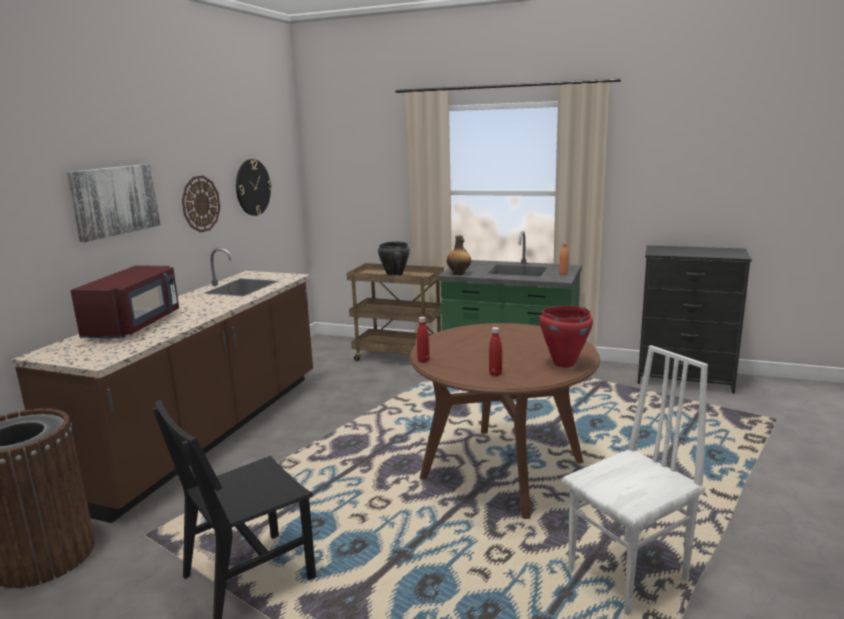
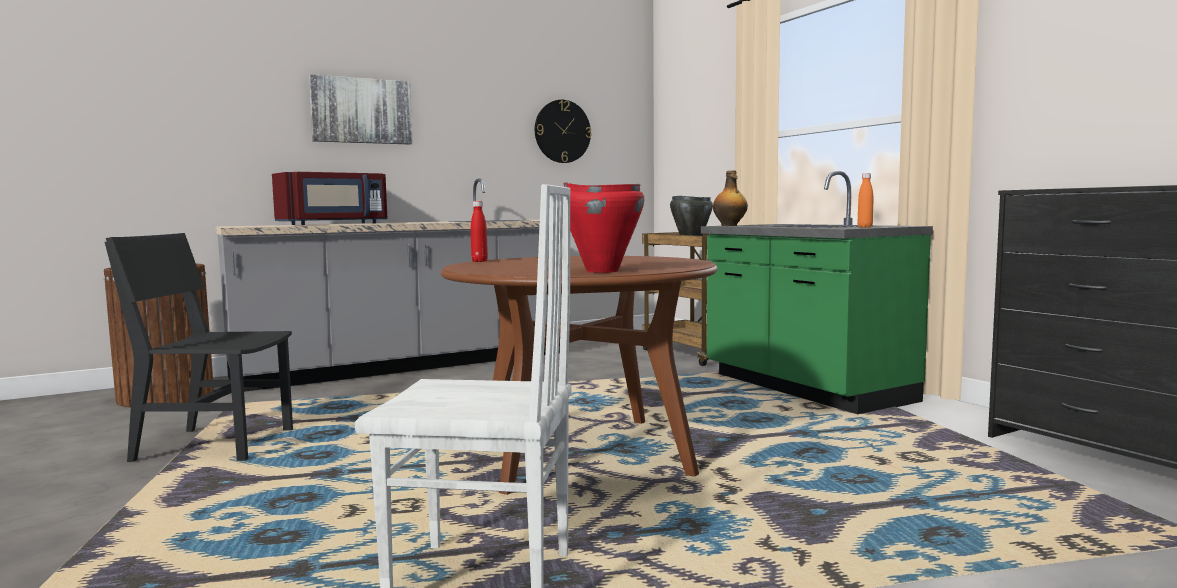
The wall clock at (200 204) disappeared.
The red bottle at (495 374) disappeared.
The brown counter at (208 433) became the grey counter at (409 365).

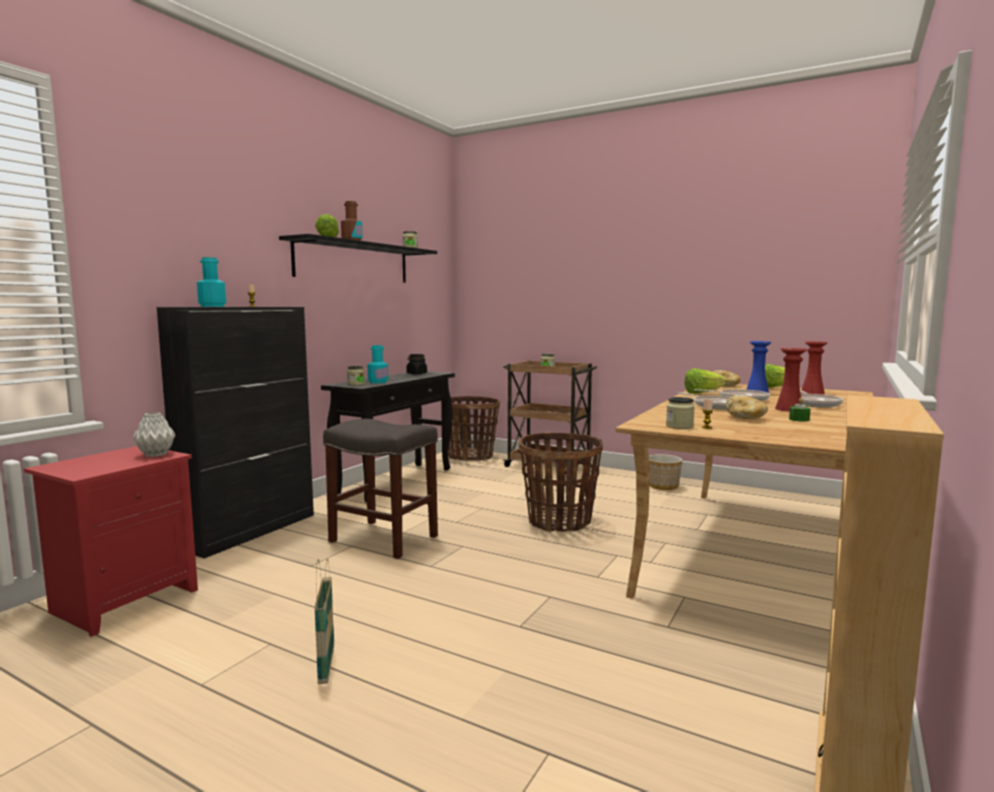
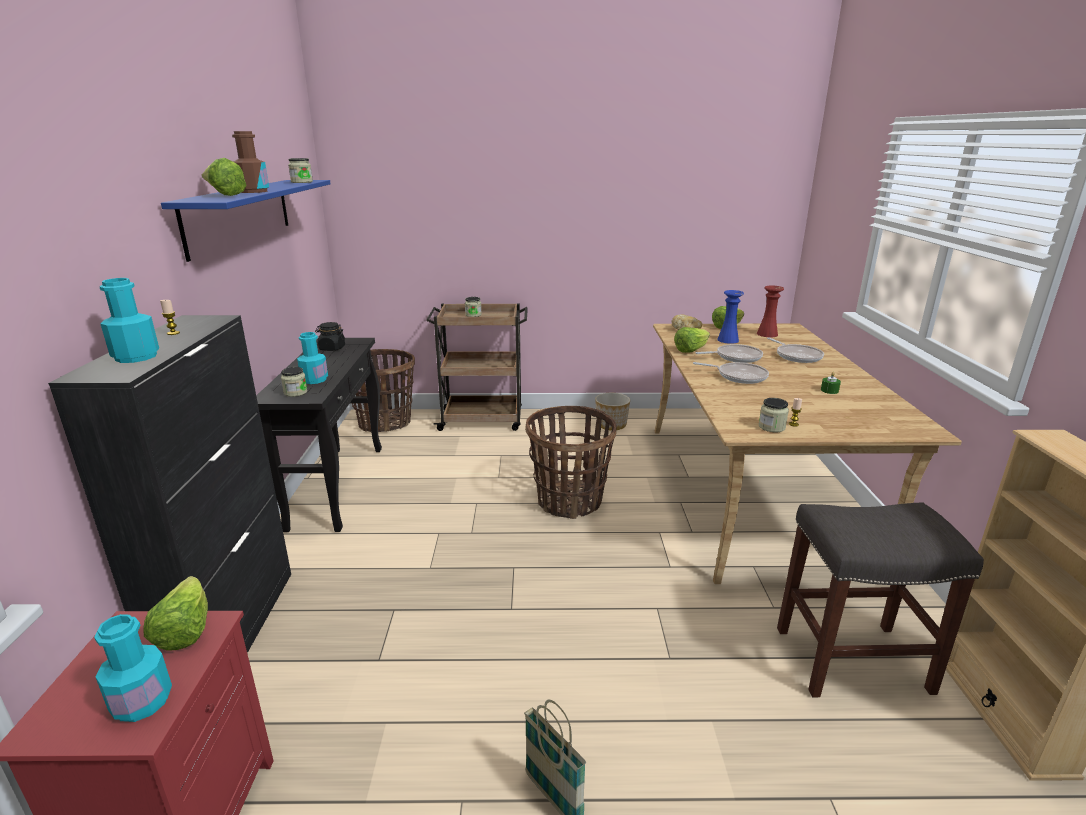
The bread at (745 418) disappeared.
The red vase at (789 409) disappeared.
The turquoise bottle at (142 702) appeared.
The grey stool moved from (382 539) to (850 660).
The grey vase at (155 454) was replaced by the lettuce at (185 631).
The black shelf at (354 262) became the blue shelf at (240 215).

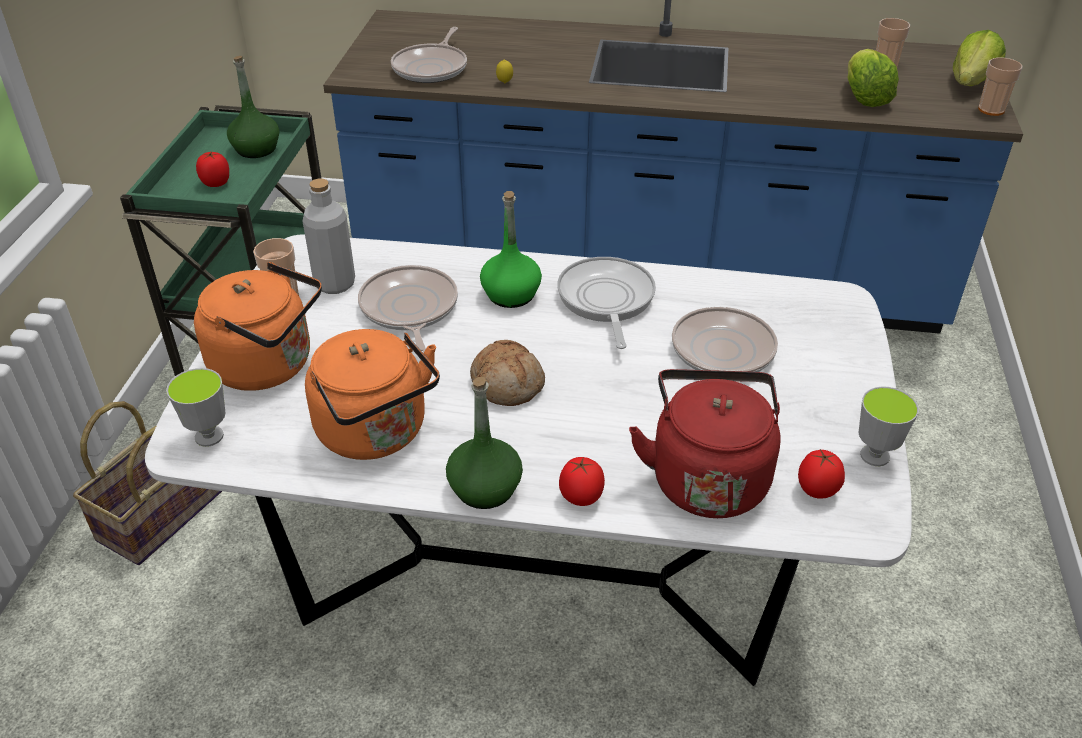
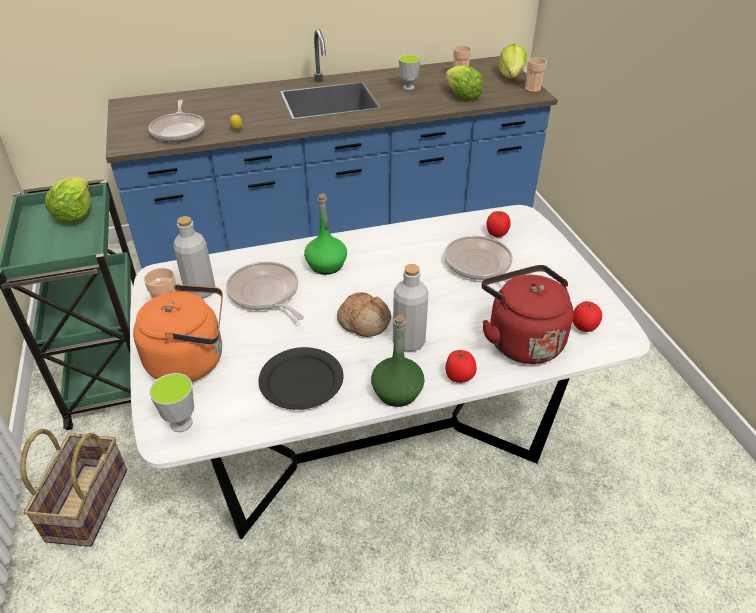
The frying pan at (606 300) disappeared.
The grey bottle at (408 342) appeared.
The tomato moved from (216 183) to (496 234).
The cup moved from (874 456) to (408 87).
The green bottle at (256 149) was replaced by the lettuce at (75 214).
The orange kettle at (377 434) was replaced by the black plate at (301 381).

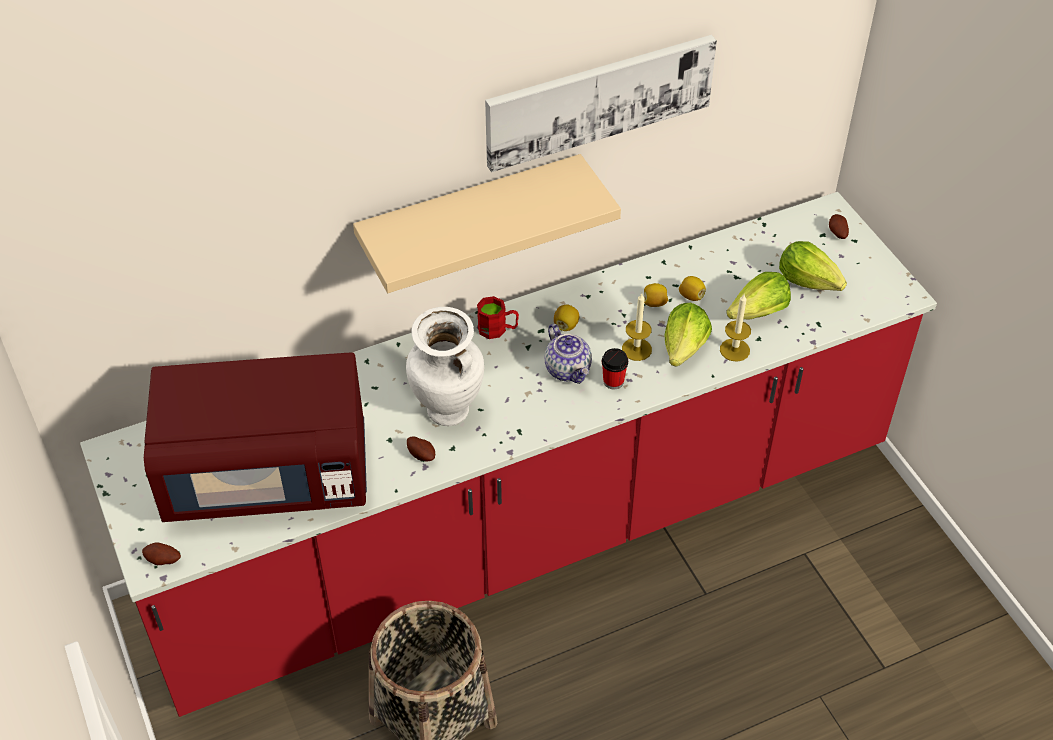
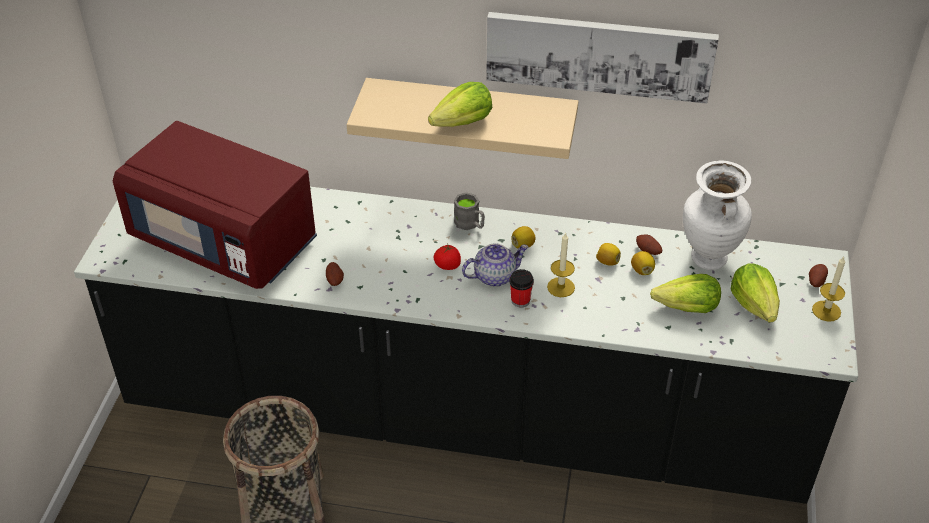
The tomato at (448 265) appeared.
The potato moved from (163 561) to (647 251).
The white vase moved from (447 412) to (707 259).
The lettuce moved from (684 348) to (463 123).
The candle moved from (734 350) to (826 311).
The red counter at (526 530) became the black counter at (464 416).
The red mug at (498 329) became the grey mug at (470 224).
The teapot at (568 369) turned 120 degrees counterclockwise.

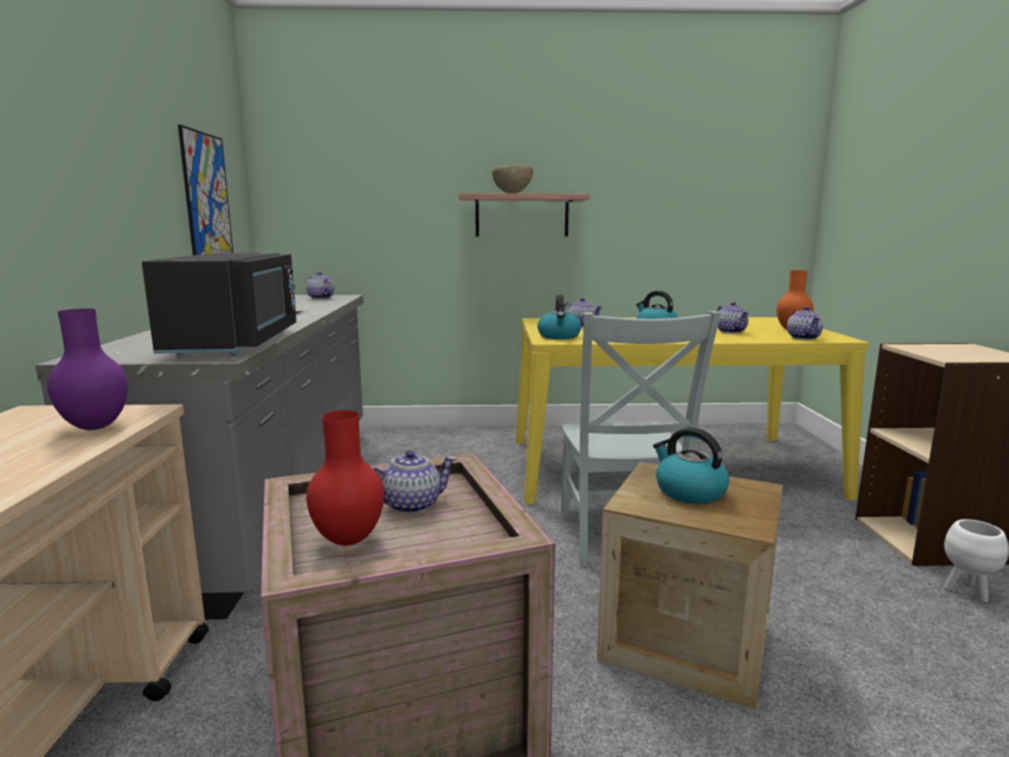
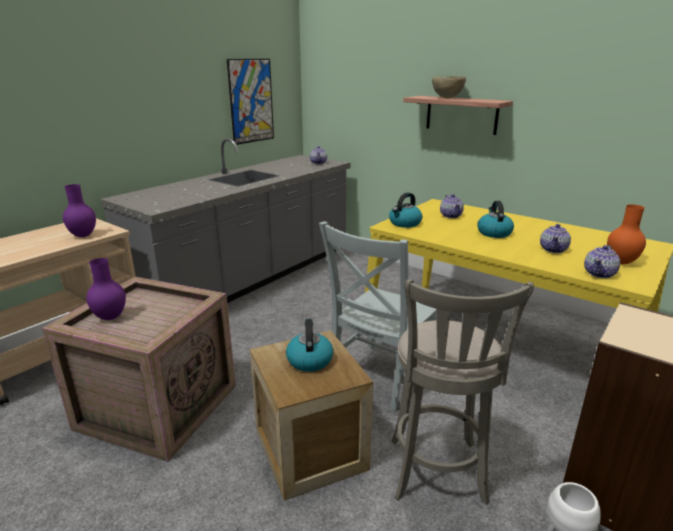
The black microwave at (238 343) disappeared.
The teapot at (411 505) disappeared.
The grey stool at (437 475) appeared.
The red vase at (347 541) became the purple vase at (109 317).

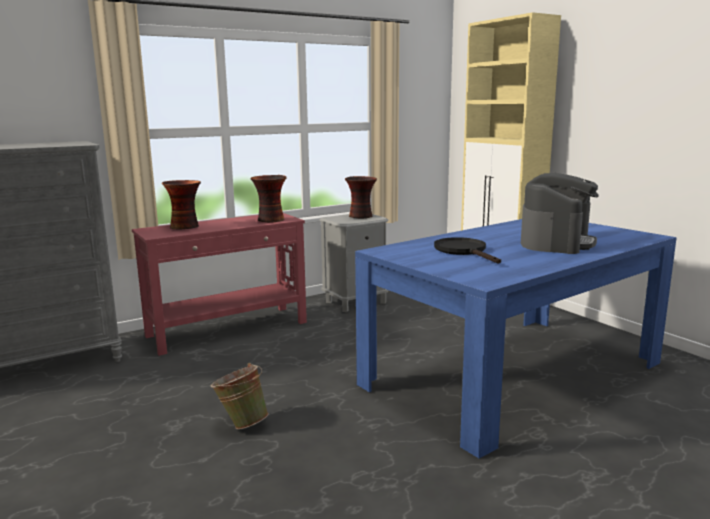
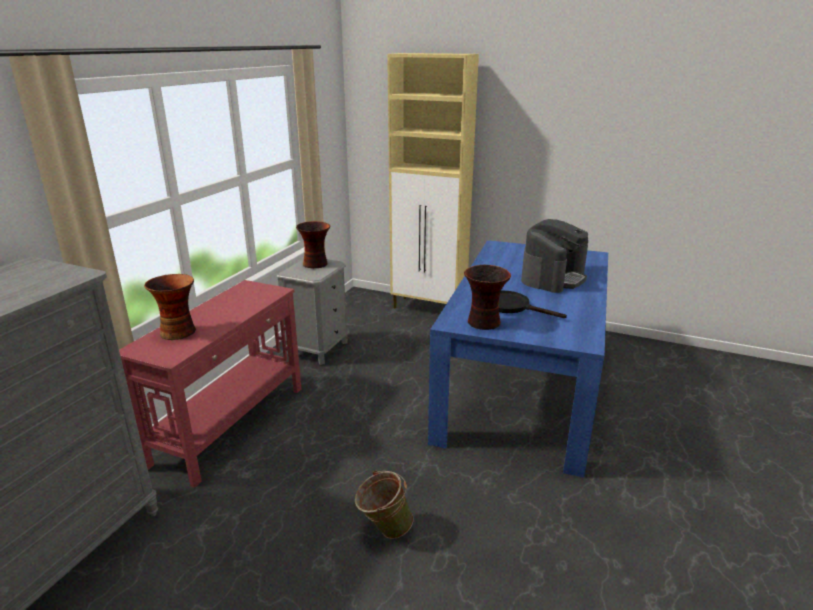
The vase moved from (270 220) to (484 323).
The coffee machine at (556 242) turned 45 degrees clockwise.

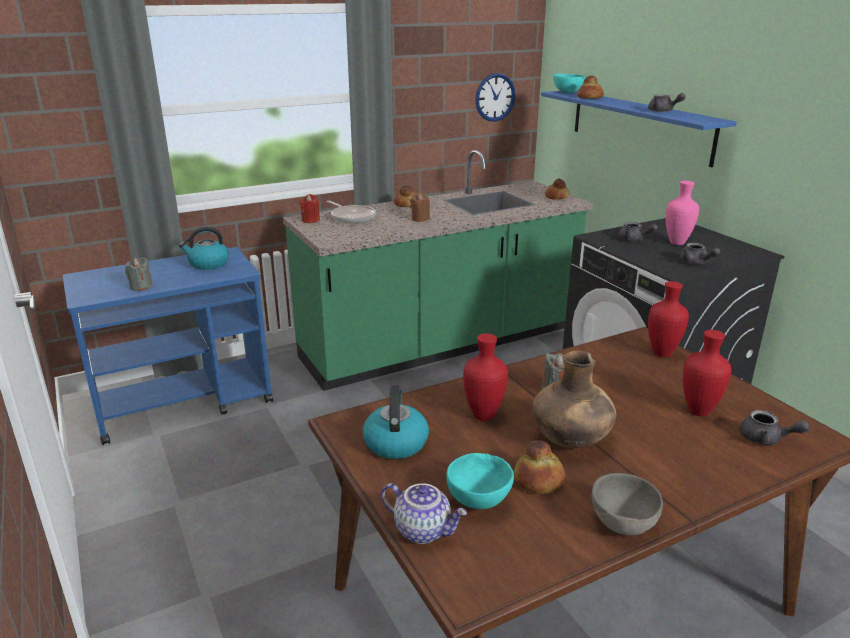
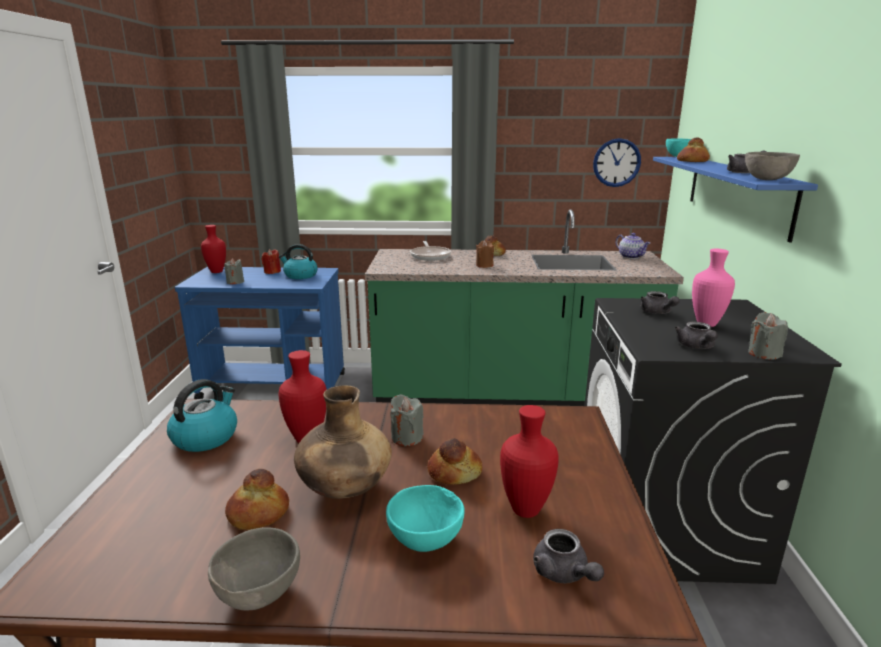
The grey bowl at (766 179) appeared.
The grey candle at (764 353) appeared.
The red candle moved from (310 220) to (272 272).
The teapot moved from (423 530) to (631 257).
The turquoise bowl moved from (480 500) to (426 540).
The bread moved from (556 197) to (454 472).
The red vase moved from (661 354) to (216 272).

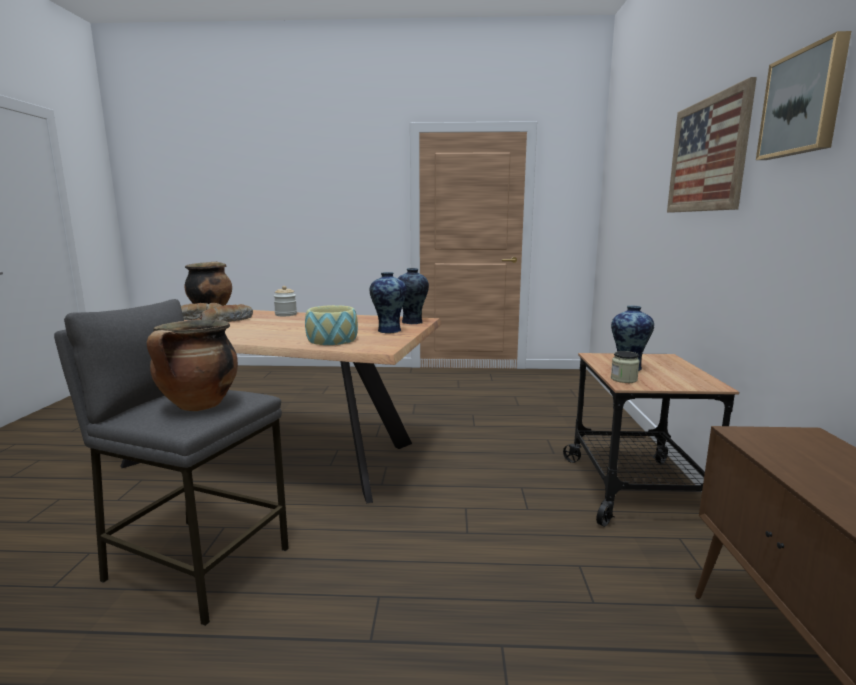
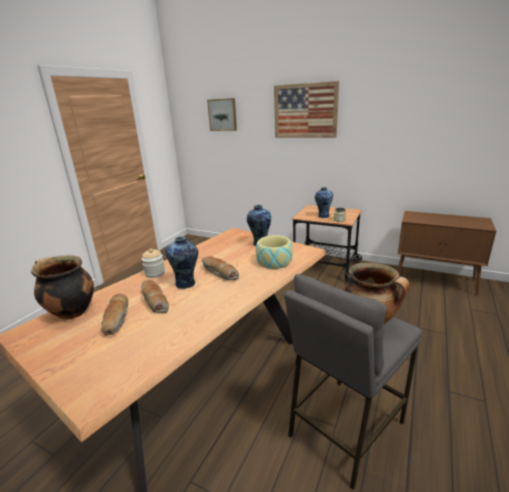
The bread at (219 273) appeared.
The vase moved from (412 322) to (186 284).
The picture moved from (804 103) to (223 114).

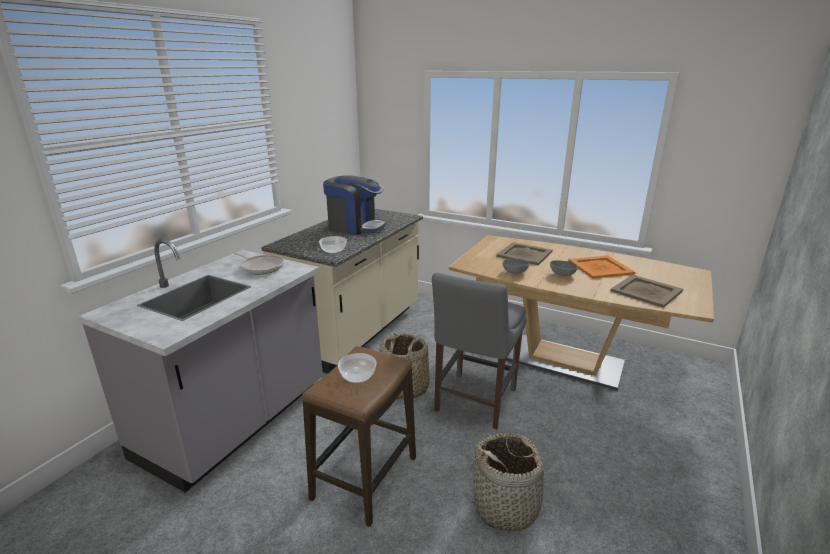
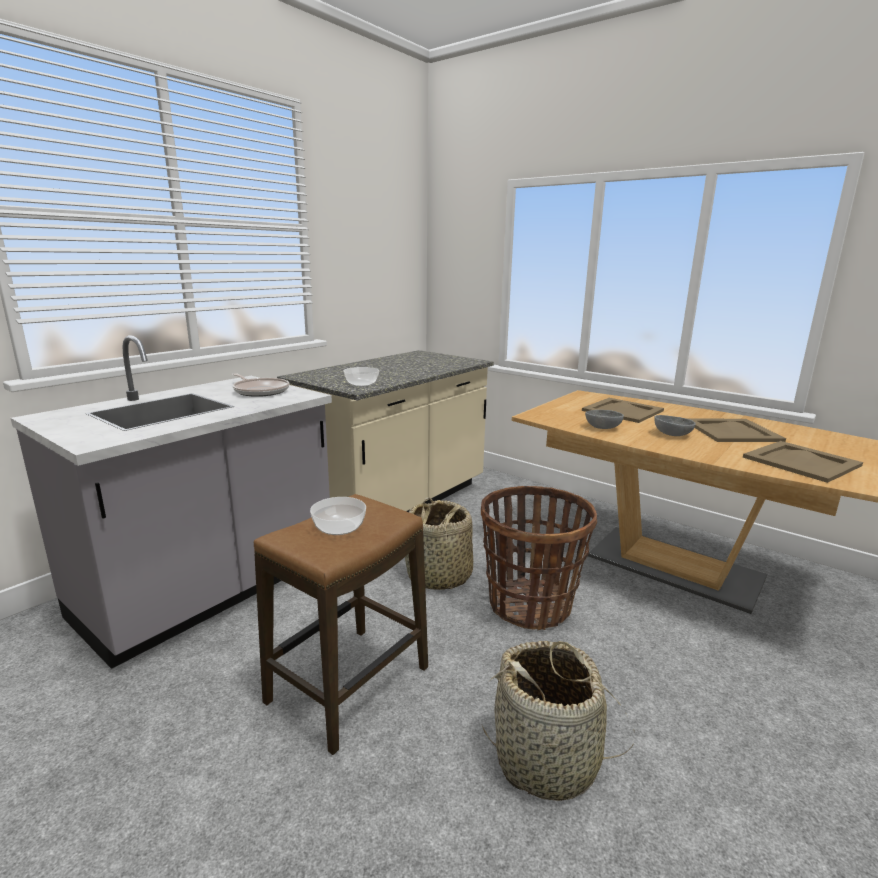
The coffee machine at (355 227) disappeared.
The grey chair at (473 402) was replaced by the basket at (529 604).
The orange tray at (601 267) became the beige tray at (733 431).

